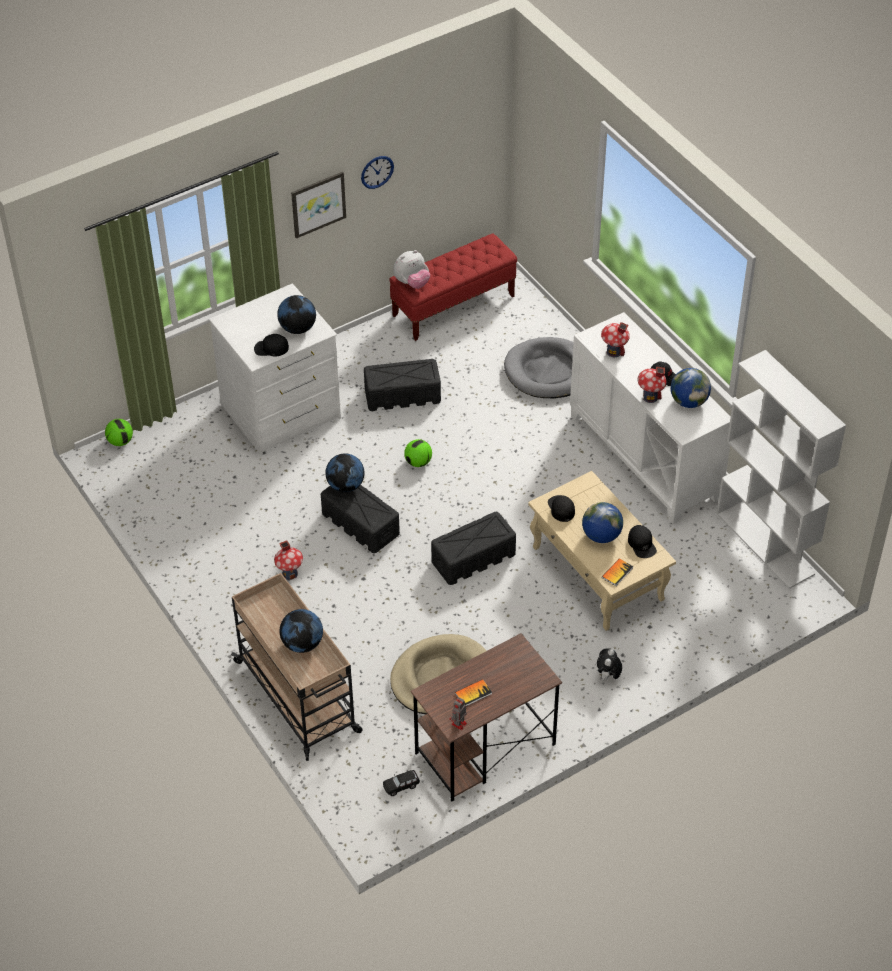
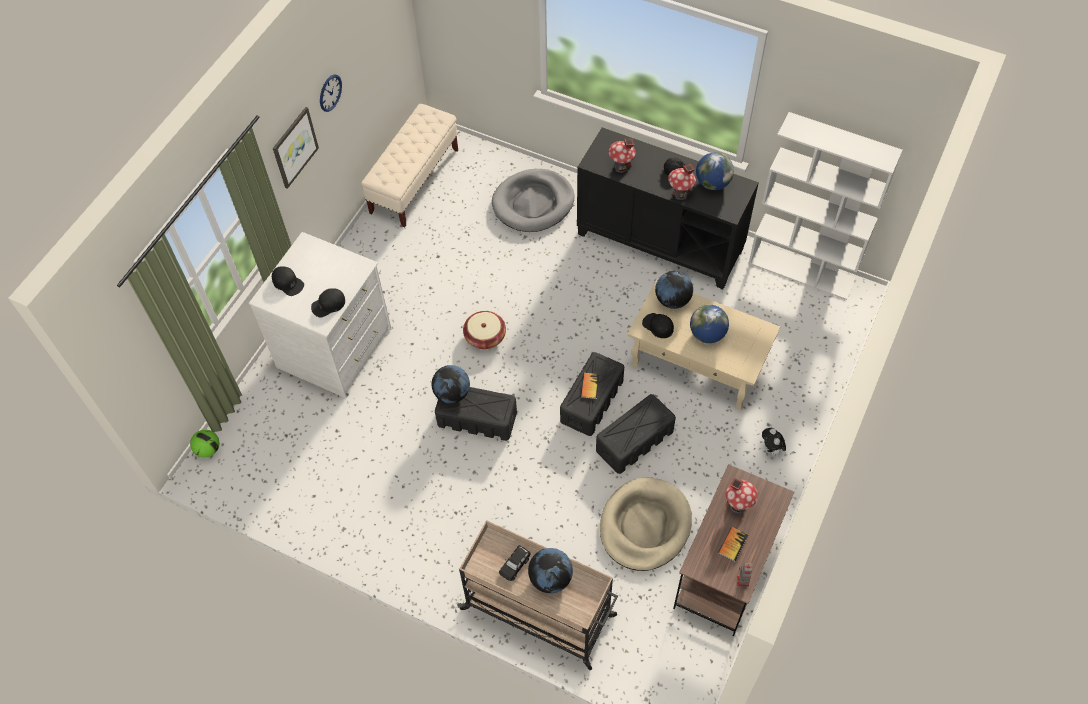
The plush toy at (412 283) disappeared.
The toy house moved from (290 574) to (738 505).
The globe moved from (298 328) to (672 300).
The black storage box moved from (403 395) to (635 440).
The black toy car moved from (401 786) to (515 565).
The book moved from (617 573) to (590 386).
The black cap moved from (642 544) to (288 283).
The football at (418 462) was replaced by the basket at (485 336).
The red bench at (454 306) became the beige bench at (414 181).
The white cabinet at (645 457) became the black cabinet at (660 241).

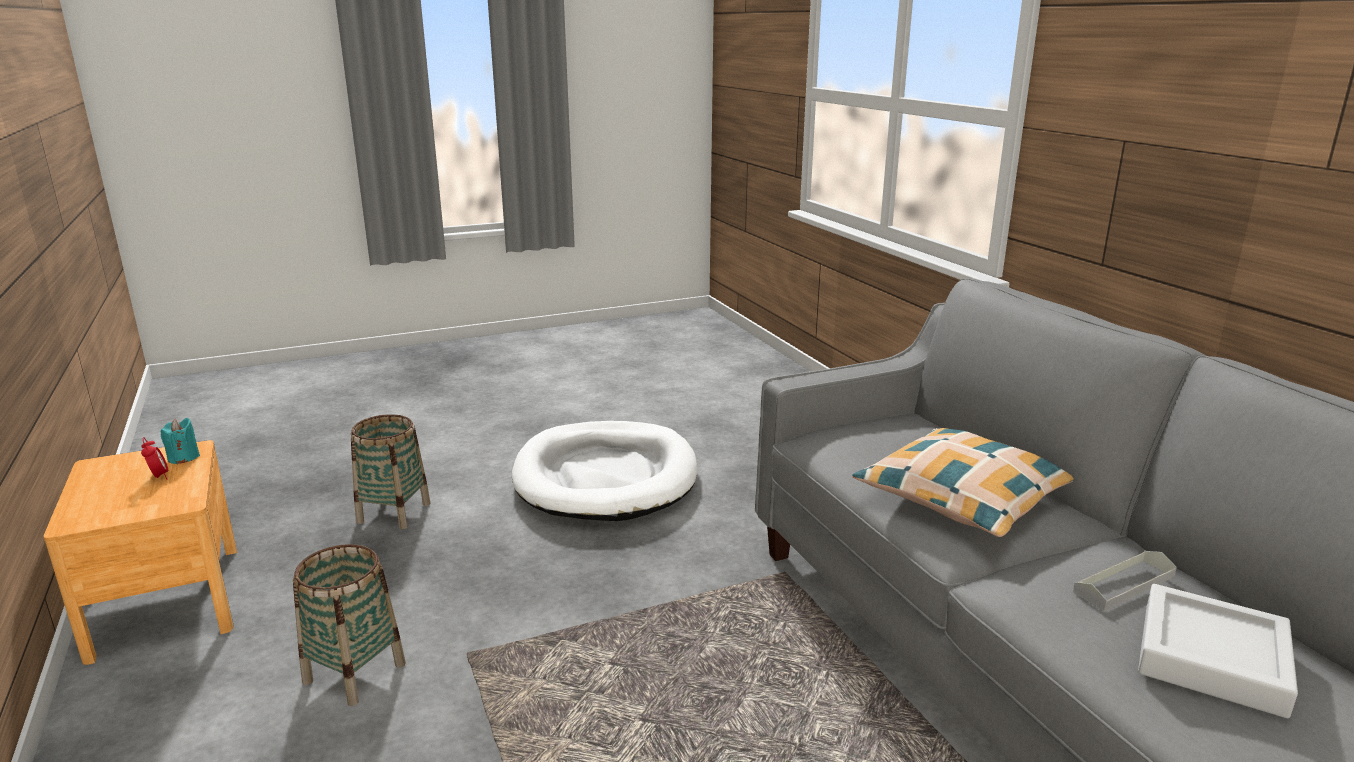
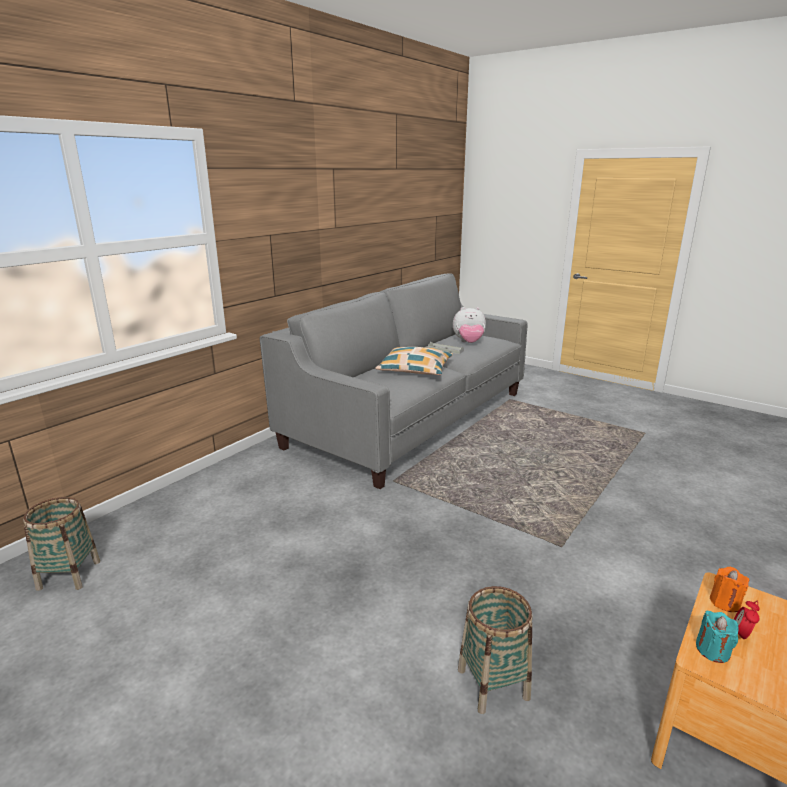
The white dog bed at (605 477) disappeared.
The orange candle at (725 602) appeared.
The basket moved from (354 673) to (69 575).
The grey tray at (1211 658) was replaced by the plush toy at (468 343).

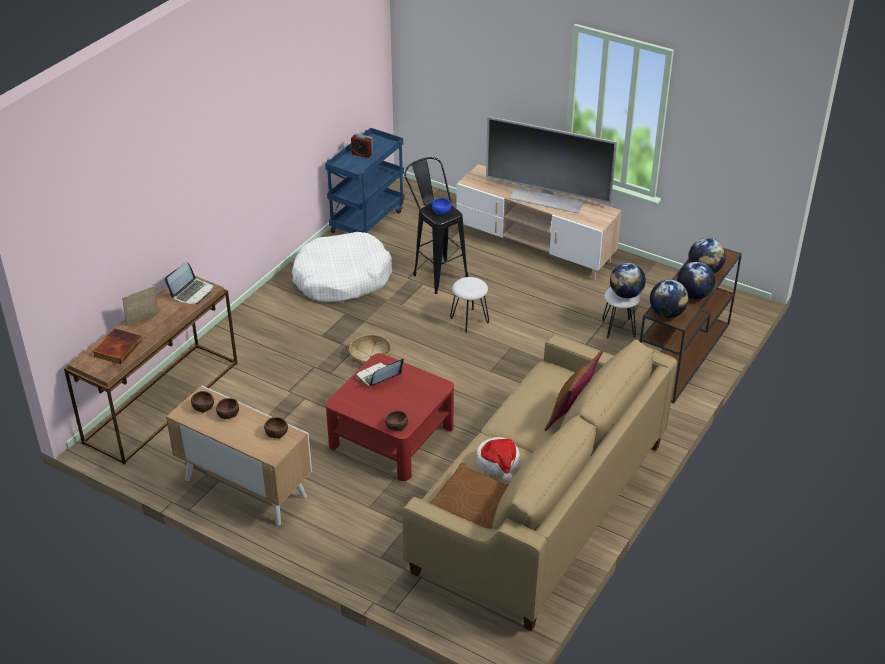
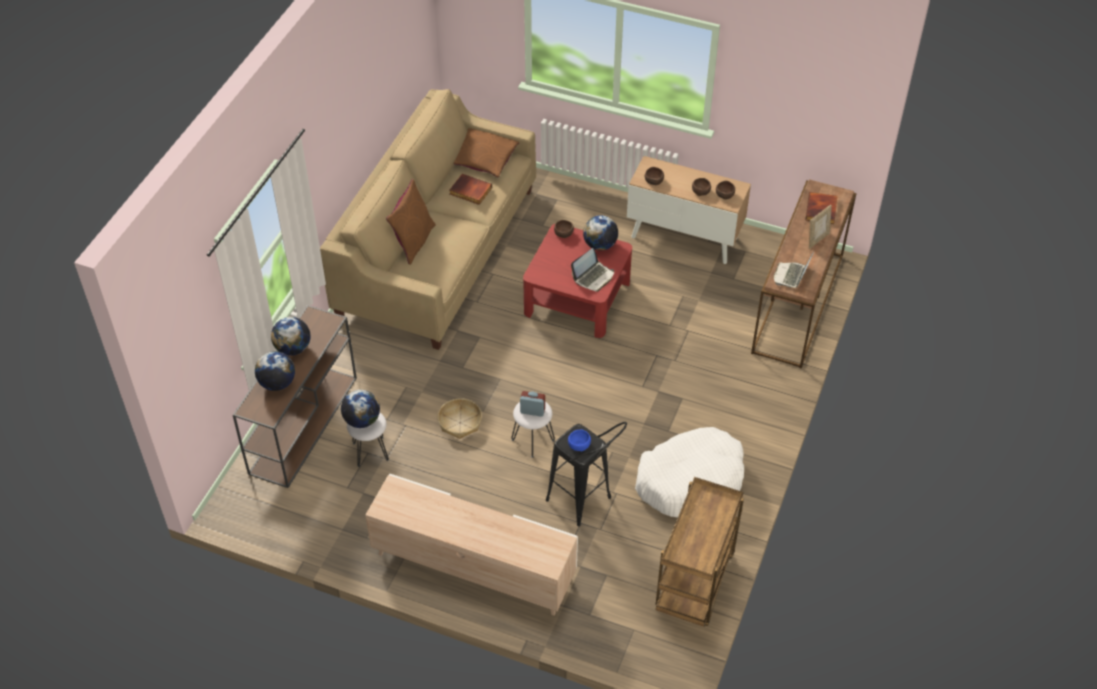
The television at (547 199) disappeared.
The basket moved from (370 356) to (460 422).
The alarm clock moved from (362 154) to (532 411).
The globe moved from (667 313) to (600 245).
The hat at (498 463) was replaced by the book at (470 191).
The blue cart at (367 220) became the brown cart at (695 585).

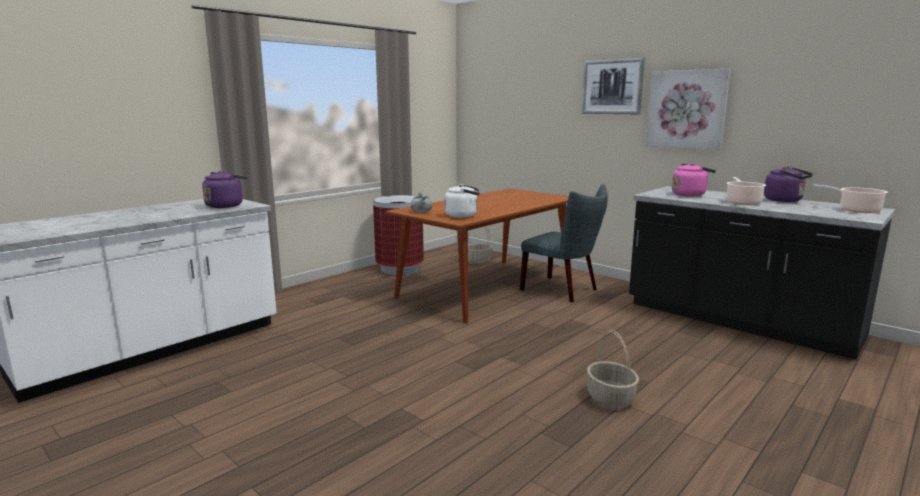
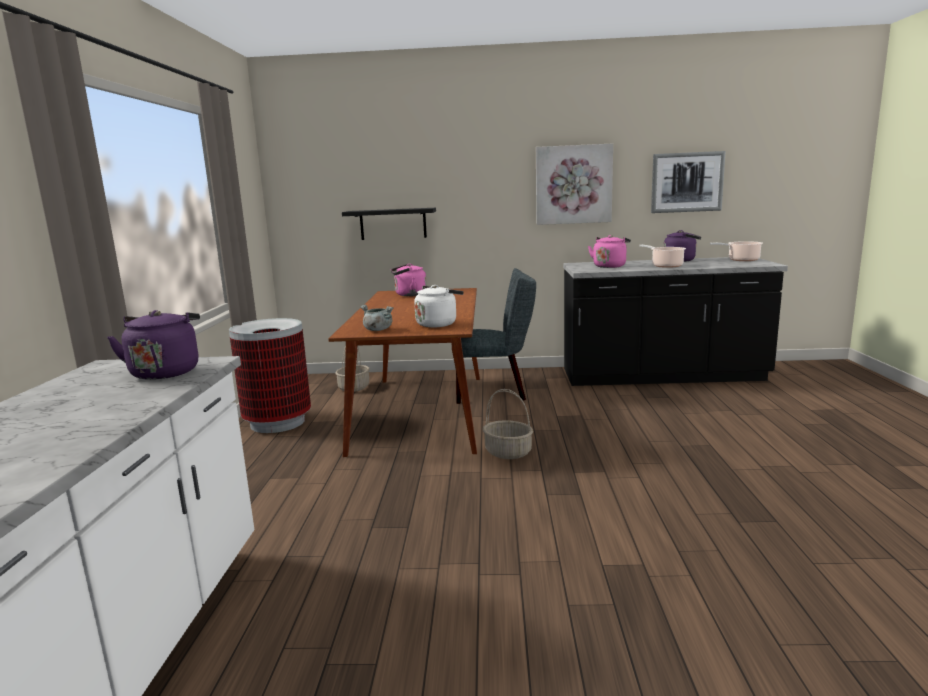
The black shelf at (393 224) appeared.
The pink kettle at (408 295) appeared.
The picture moved from (612 87) to (687 182).
The basket moved from (611 398) to (508 452).

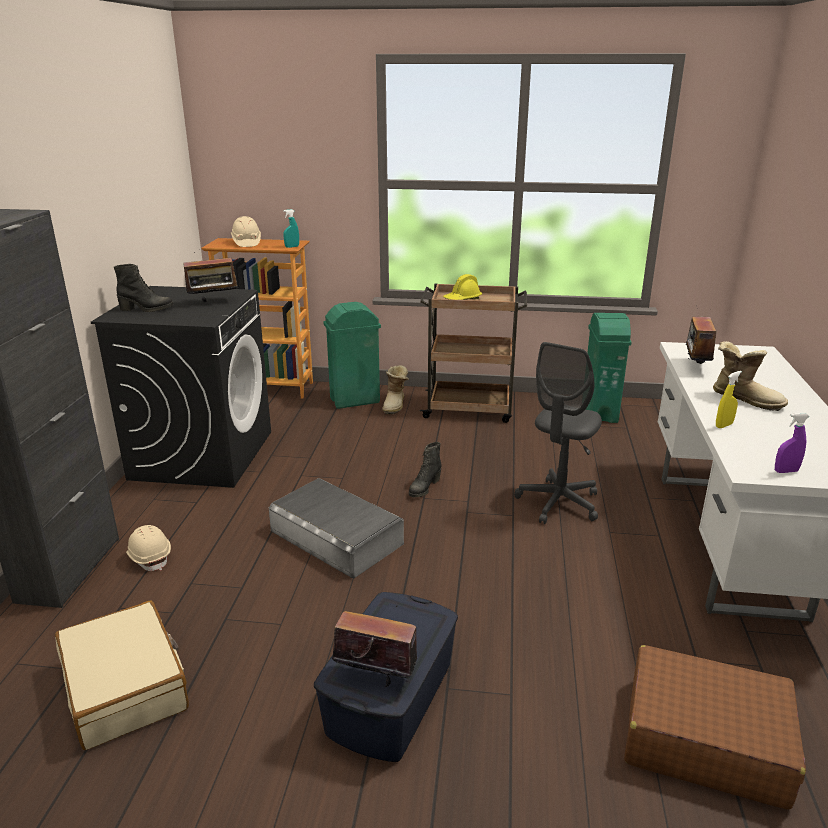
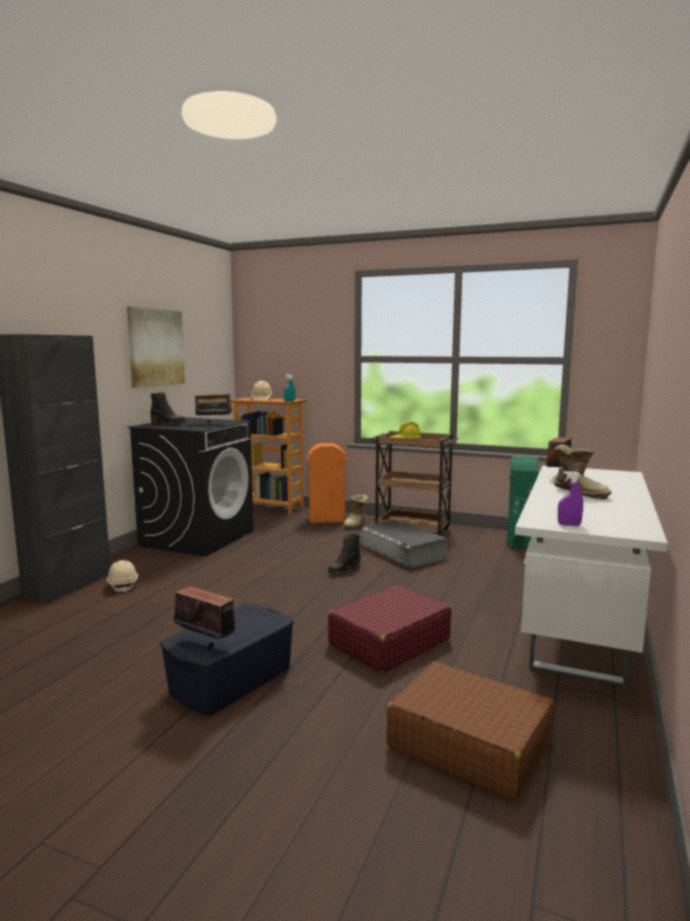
The beige suitcase at (126 686) disappeared.
The grey office chair at (558 503) disappeared.
The yellow spray bottle at (724 425) disappeared.
The picture at (156 347) appeared.
The red suitcase at (389 642) appeared.
The grey storage box moved from (336 537) to (402 552).
The green trash can at (354 400) became the orange trash can at (326 519).

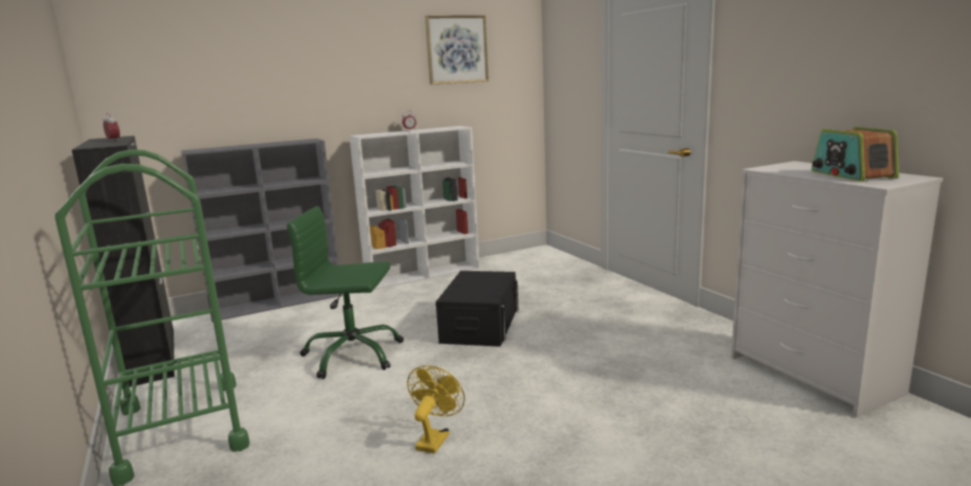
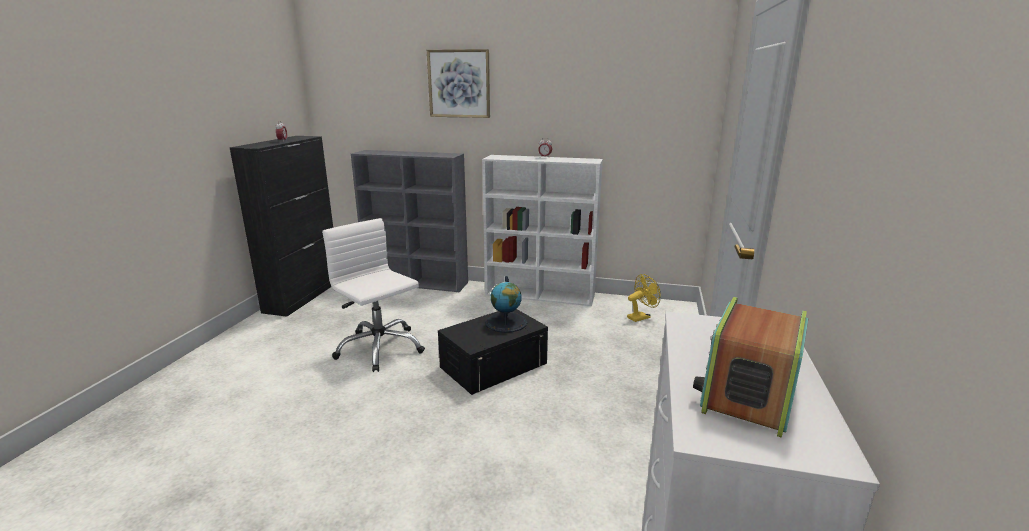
The green cart at (181 428) disappeared.
The globe at (506 322) appeared.
The yellow fan moved from (435 438) to (641 317).
The picture moved from (457 49) to (459 84).
The green office chair at (352 355) became the white office chair at (379 348).

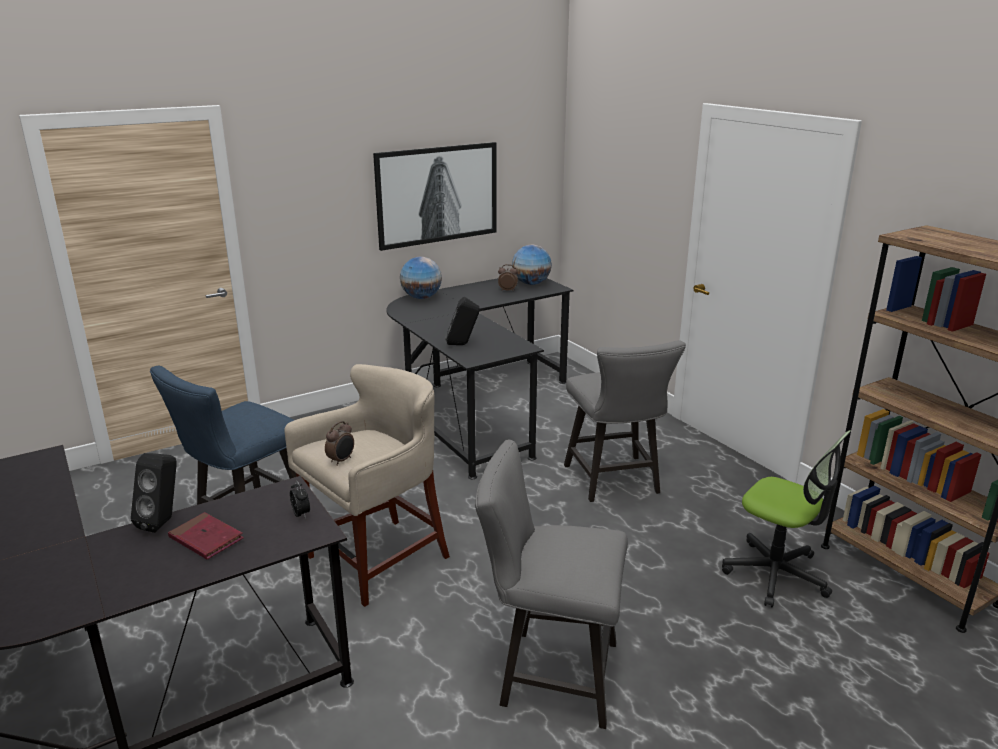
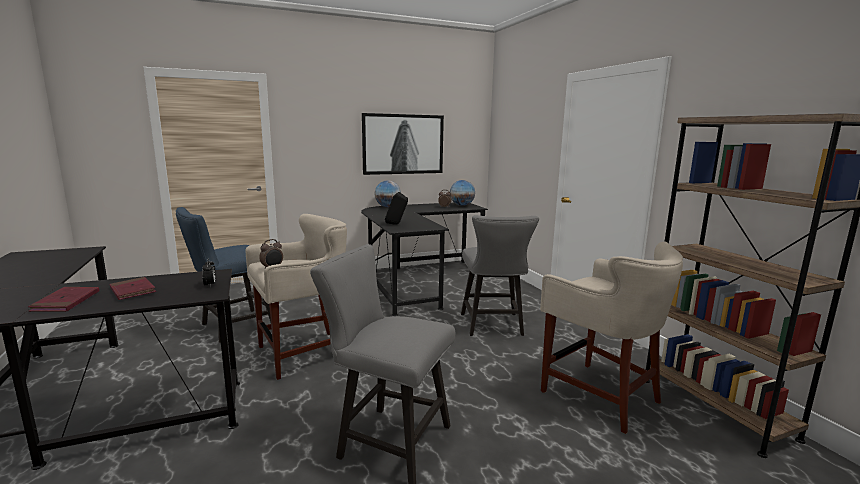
The black speaker at (163 522) disappeared.
The red book at (66 302) appeared.
The office chair at (776 574) was replaced by the beige stool at (599 395).

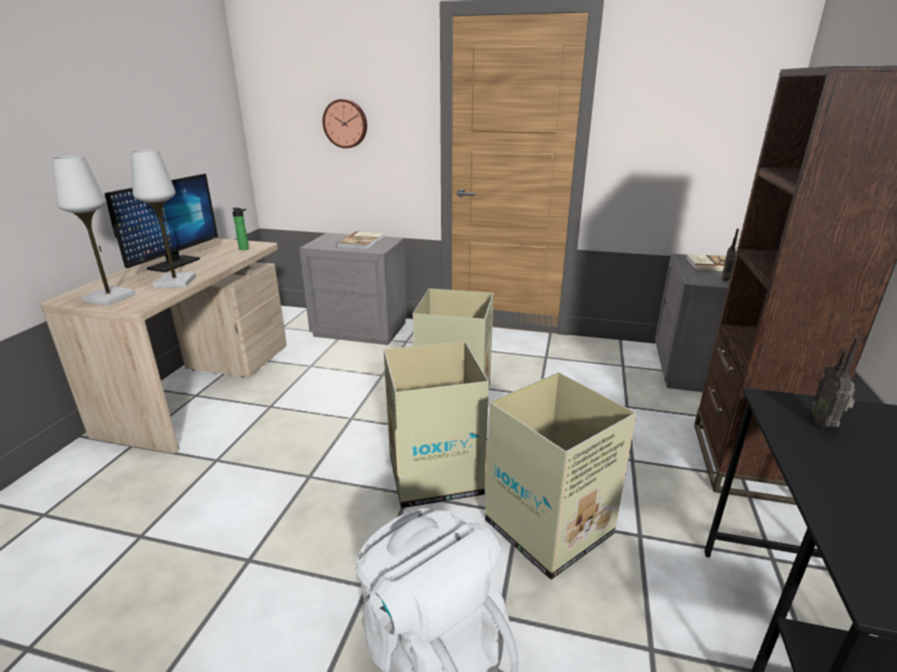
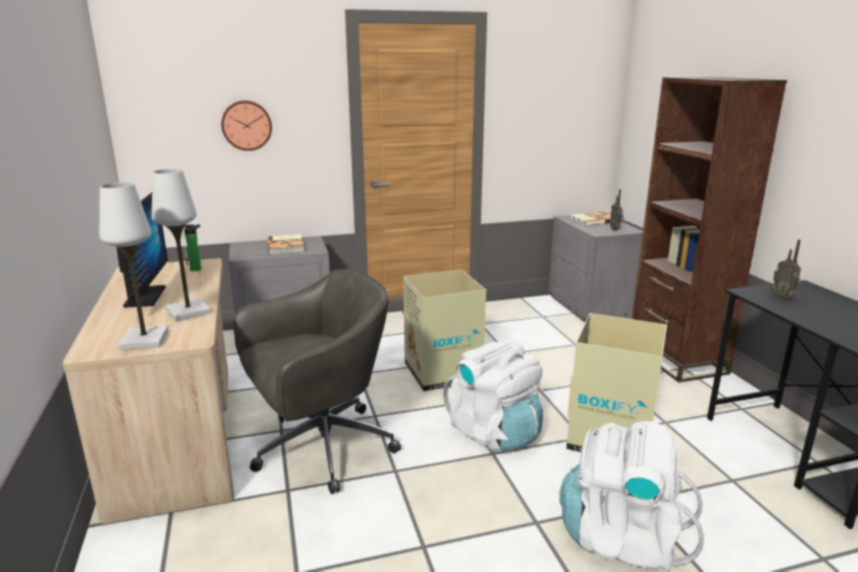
The grey office chair at (320 448) appeared.
The cardboard box at (434 473) was replaced by the white backpack at (494 432).

